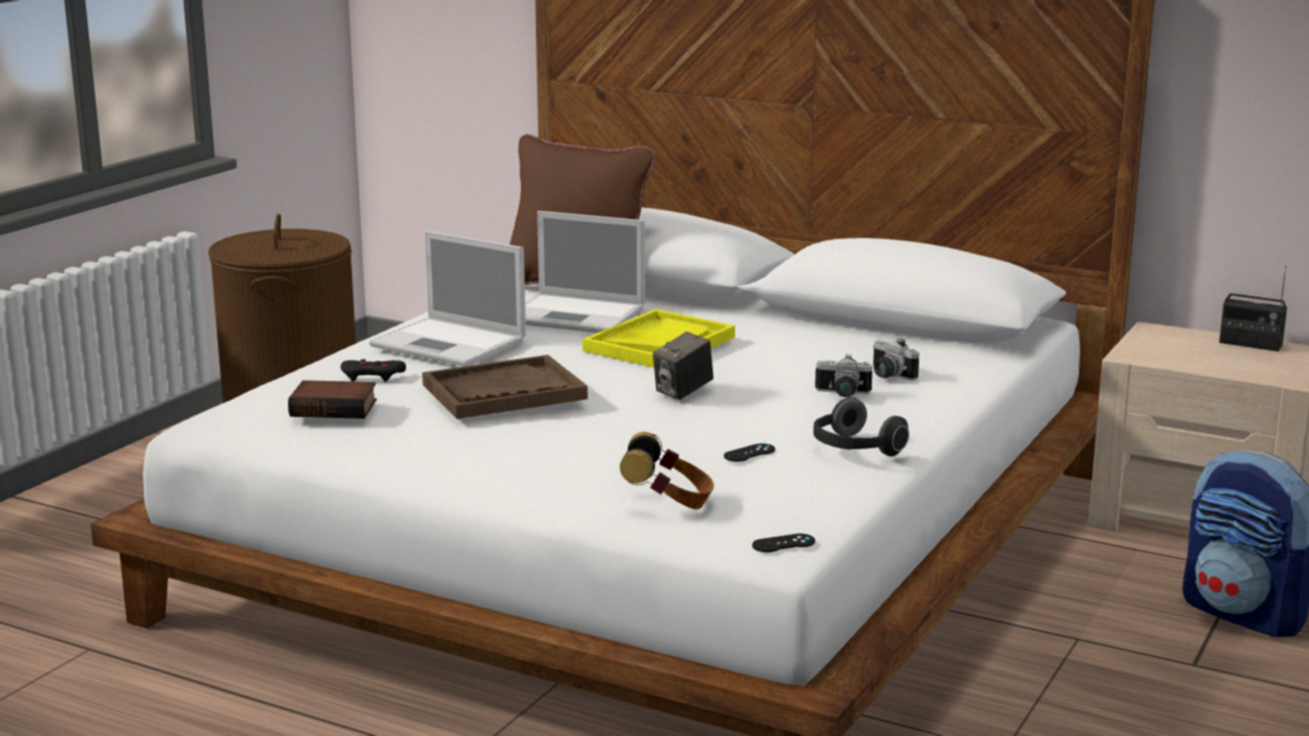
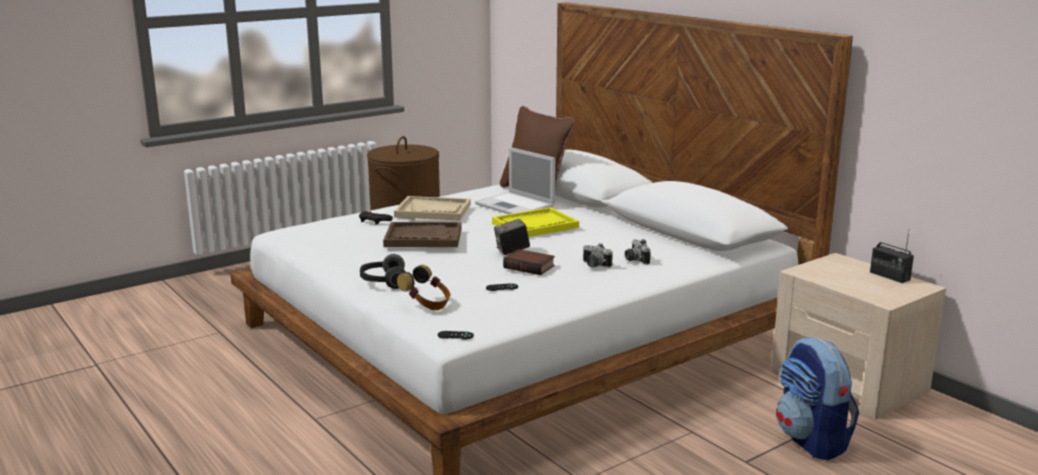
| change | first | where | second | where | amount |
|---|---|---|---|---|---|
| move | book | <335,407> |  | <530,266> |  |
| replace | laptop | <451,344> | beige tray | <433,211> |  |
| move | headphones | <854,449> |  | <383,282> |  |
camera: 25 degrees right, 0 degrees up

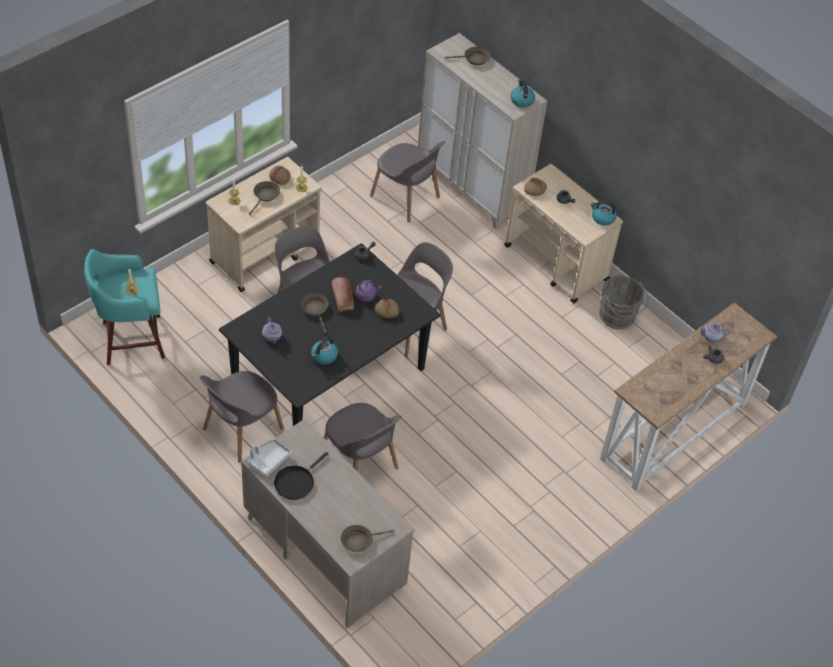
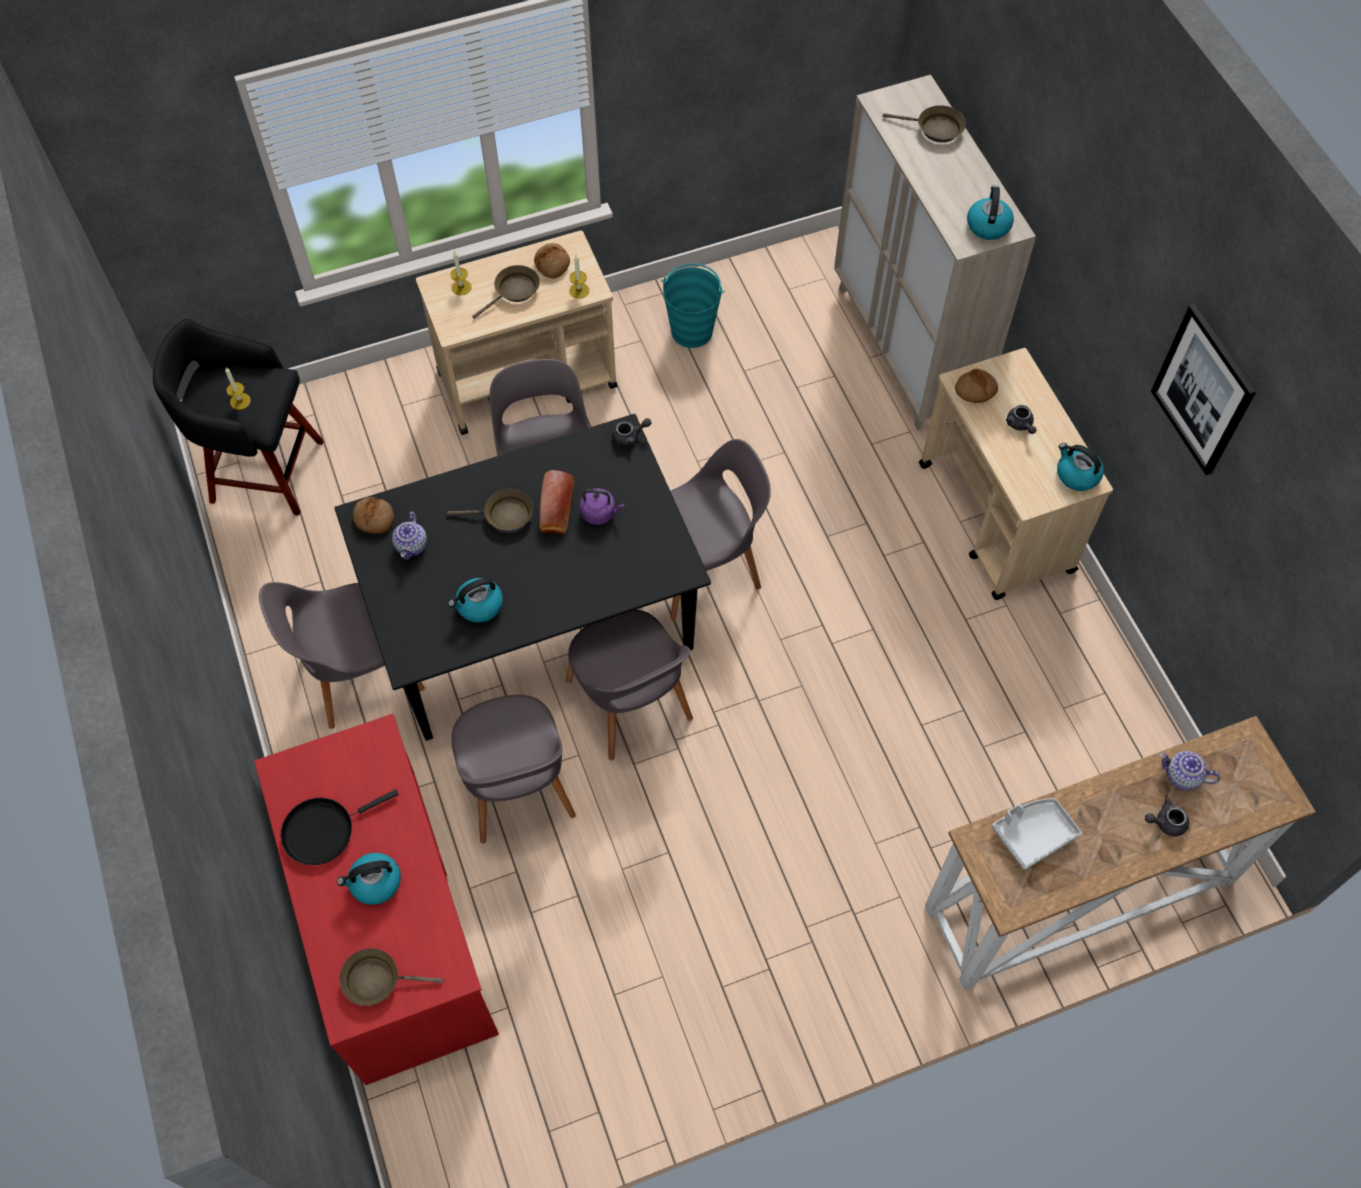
| change | first | where | second | where | amount |
|---|---|---|---|---|---|
| recolor | turquoise stool | <130,340> | black stool | <263,470> |  |
| recolor | beige desk | <323,549> | red desk | <392,926> |  |
| move | grey tray | <268,460> |  | <1033,833> |  |
| rotate | brown frying pan | <315,309> |  | <504,515> | 90 degrees clockwise |
| move | grey chair | <406,198> |  | <630,703> |  |
| move | bread | <387,311> |  | <374,518> |  |
| delete | grey bucket | <618,317> |  |  |  |
| insert |  |  | kettle | <375,883> |  |
| insert |  |  | turquoise bucket | <692,331> |  |
| insert |  |  | picture | <1203,390> |  |
camera: 25 degrees right, 10 degrees up

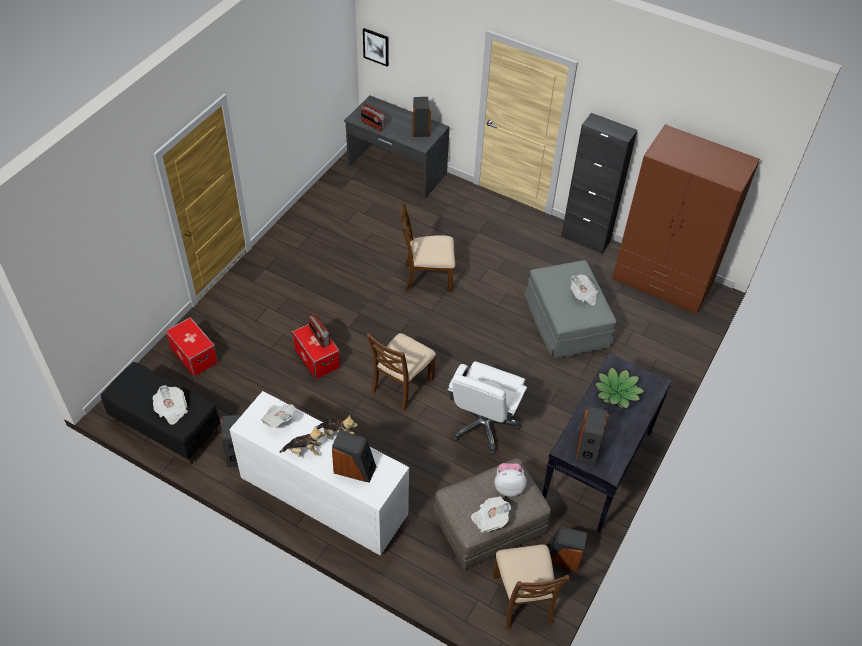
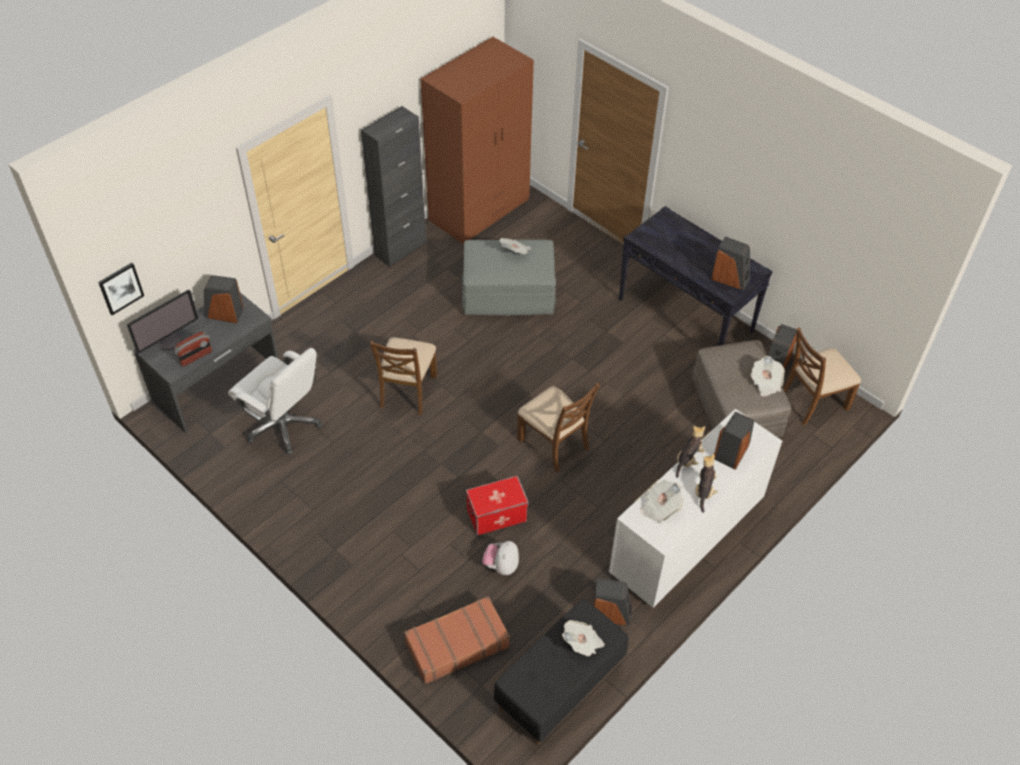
| change | first | where | second | where | amount |
|---|---|---|---|---|---|
| replace | storage box | <194,356> | brown suitcase | <456,644> |  |
| delete | radio | <319,337> |  |  |  |
| move | white office chair | <484,425> |  | <284,425> |  |
| rotate | brown chair | <523,598> |  | <813,401> | 150 degrees clockwise |
| move | plush toy | <508,486> |  | <501,566> |  |
| delete | potted plant | <617,392> |  |  |  |
| insert |  |  | monitor | <169,341> |  |
camera: 75 degrees left, 0 degrees up

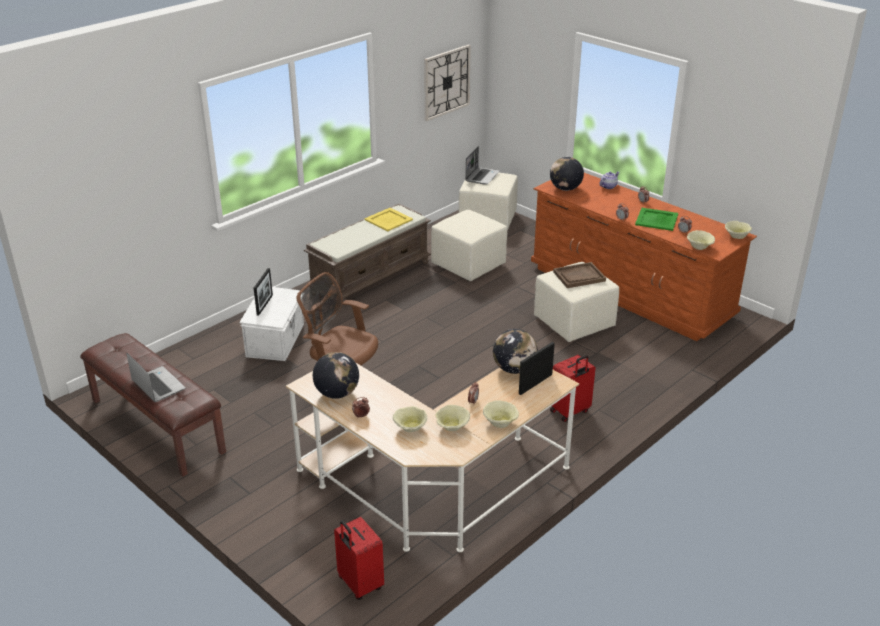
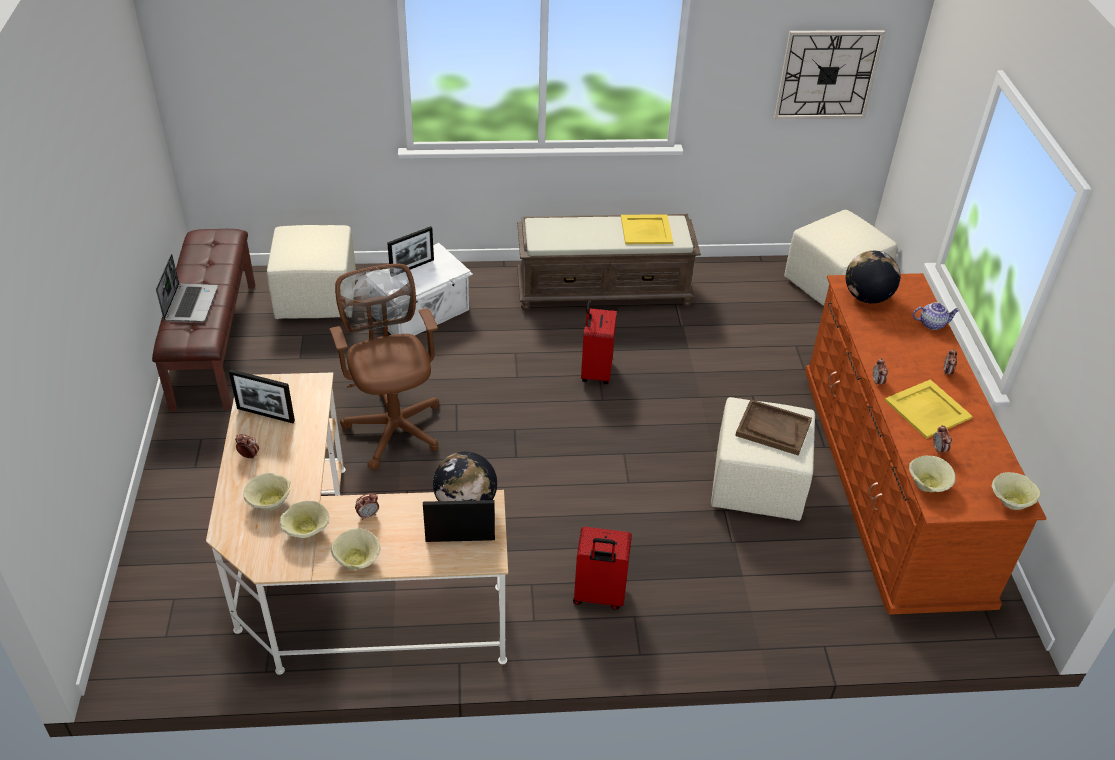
| change | first | where | second | where | amount |
|---|---|---|---|---|---|
| replace | globe | <337,393> | picture frame | <265,415> |  |
| move | red suitcase | <359,584> |  | <595,372> |  |
| move | beige ottoman | <467,265> |  | <316,297> |  |
| delete | laptop | <482,176> |  |  |  |
| recolor | green tray | <657,219> | yellow tray | <928,409> |  |
camera: 40 degrees right, 10 degrees up

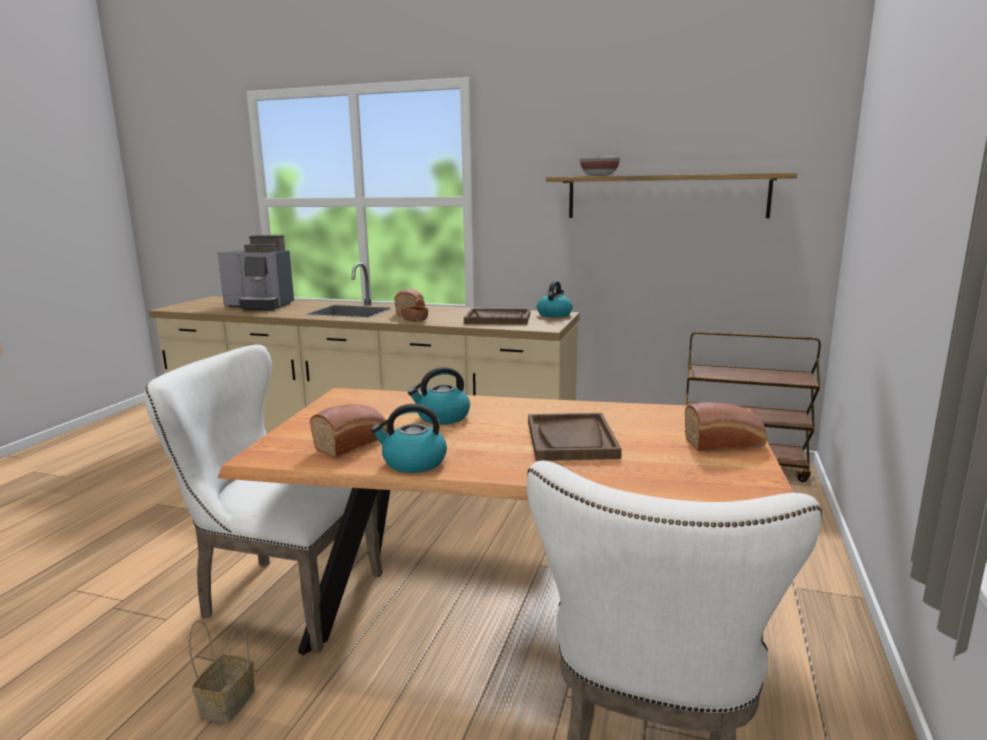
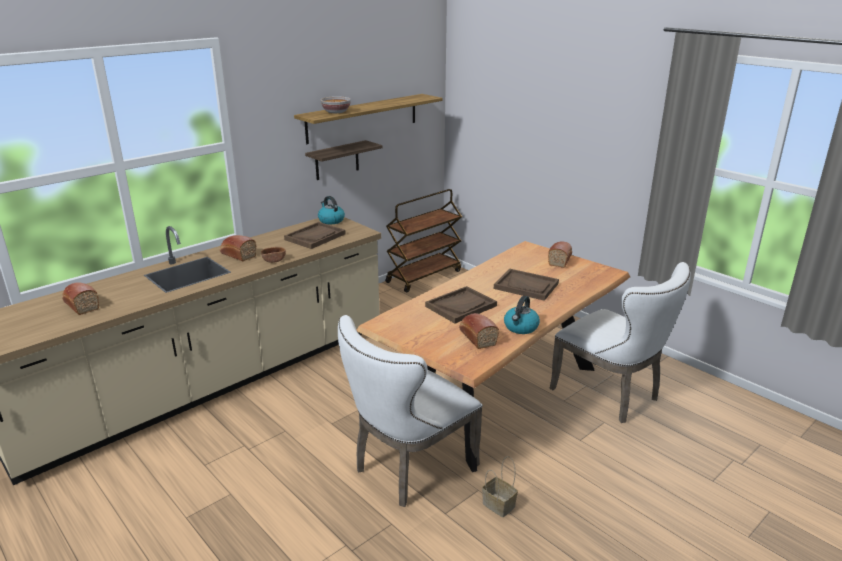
| change | first | where | second | where | amount |
|---|---|---|---|---|---|
| replace | coffee machine | <260,306> | bread | <80,305> |  |
| replace | kettle | <442,417> | brown tray | <461,306> |  |
| insert |  |  | shelf | <337,160> |  |
camera: 60 degrees left, 10 degrees up

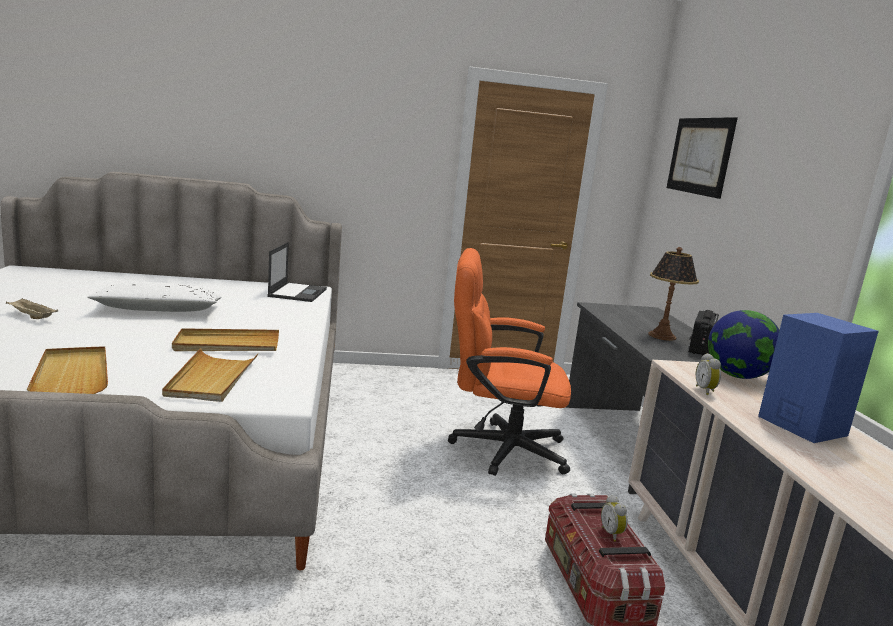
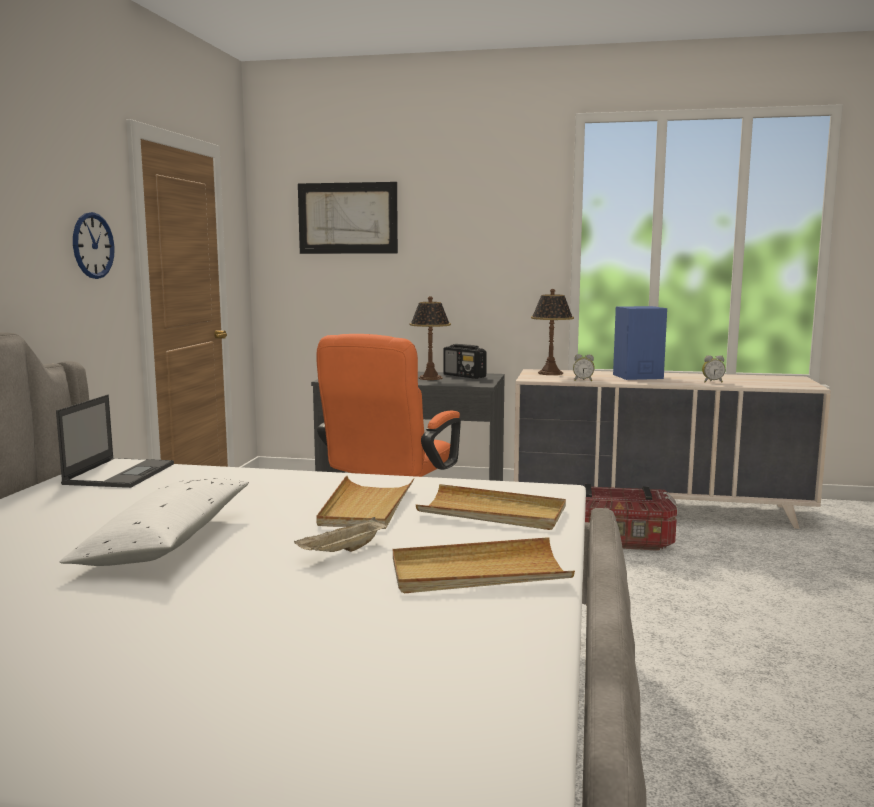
| change | first | where | second | where | amount |
|---|---|---|---|---|---|
| move | beige tray | <31,316> |  | <343,552> |  |
| rotate | laptop | <297,292> |  | <120,473> | 75 degrees clockwise |
| move | alarm clock | <612,534> |  | <712,382> |  |
| replace | globe | <737,376> | table lamp | <550,373> |  |
| insert |  |  | wall clock | <93,245> |  |
camera: 70 degrees left, 5 degrees down

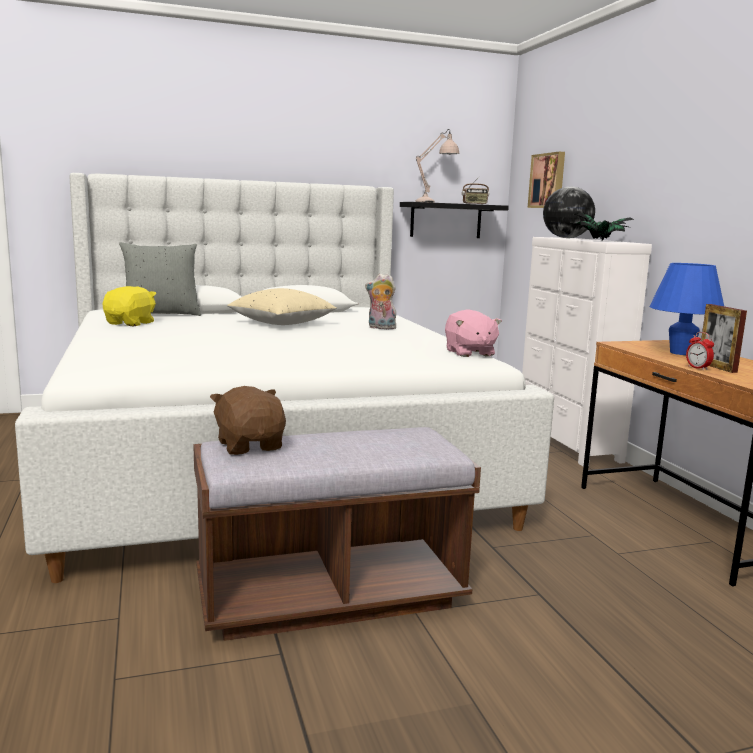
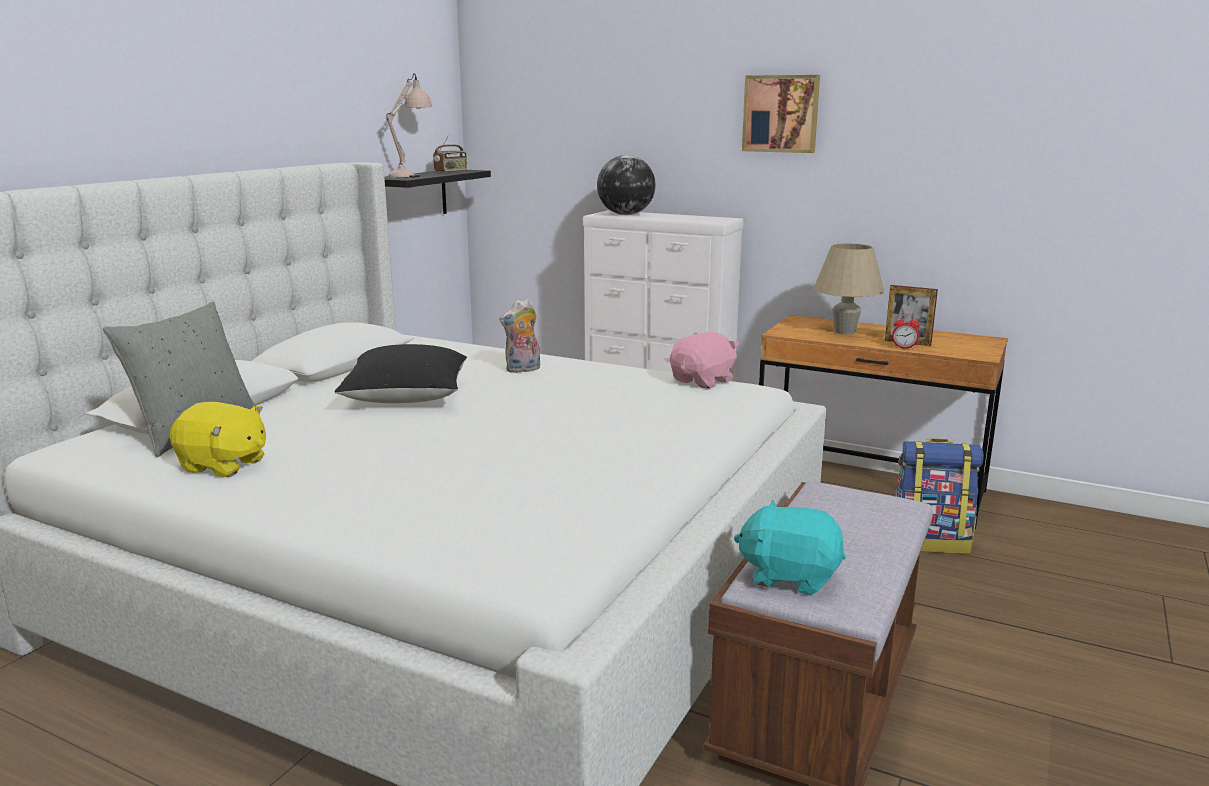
| change | first | where | second | where | amount |
|---|---|---|---|---|---|
| rotate | yellow plush toy | <131,323> |  | <223,465> | 135 degrees clockwise |
| recolor | brown plush toy | <250,446> | turquoise plush toy | <789,576> |  |
| recolor | beige pillow | <282,324> | black pillow | <406,397> |  |
| rotate | pink plush toy | <469,353> |  | <703,381> | 75 degrees counterclockwise |
| move | picture | <548,181> |  | <781,114> |  |
| delete | potted plant | <600,241> |  |  |  |
| recolor | blue table lamp | <681,353> | beige table lamp | <845,332> |  |
| insert |  |  | backpack | <930,541> |  |
camera: 45 degrees left, 5 degrees up

